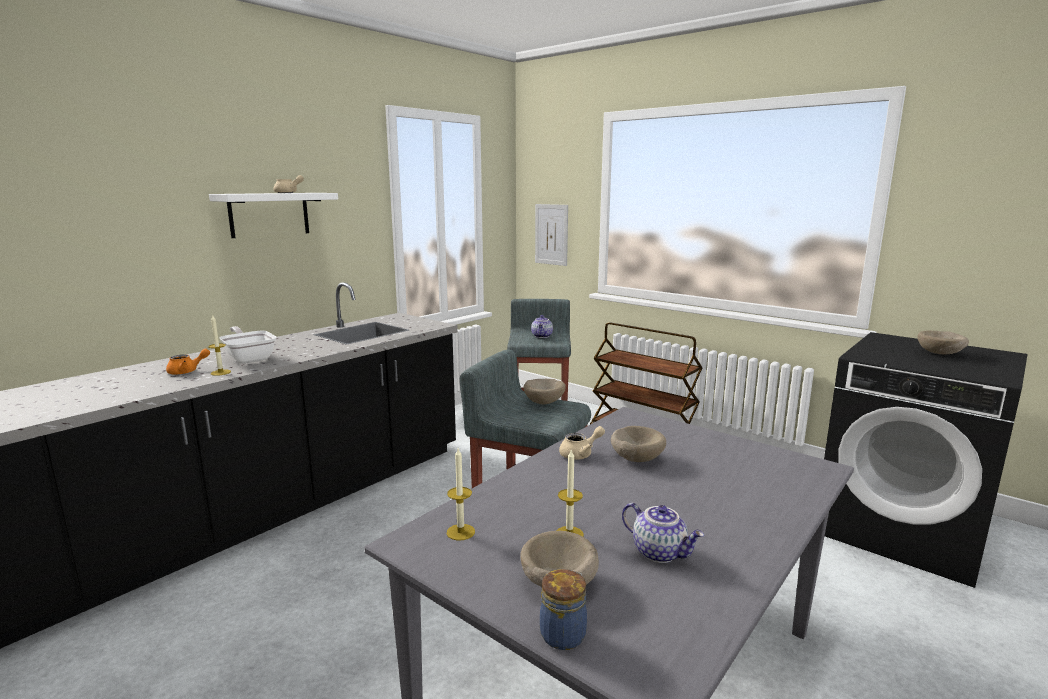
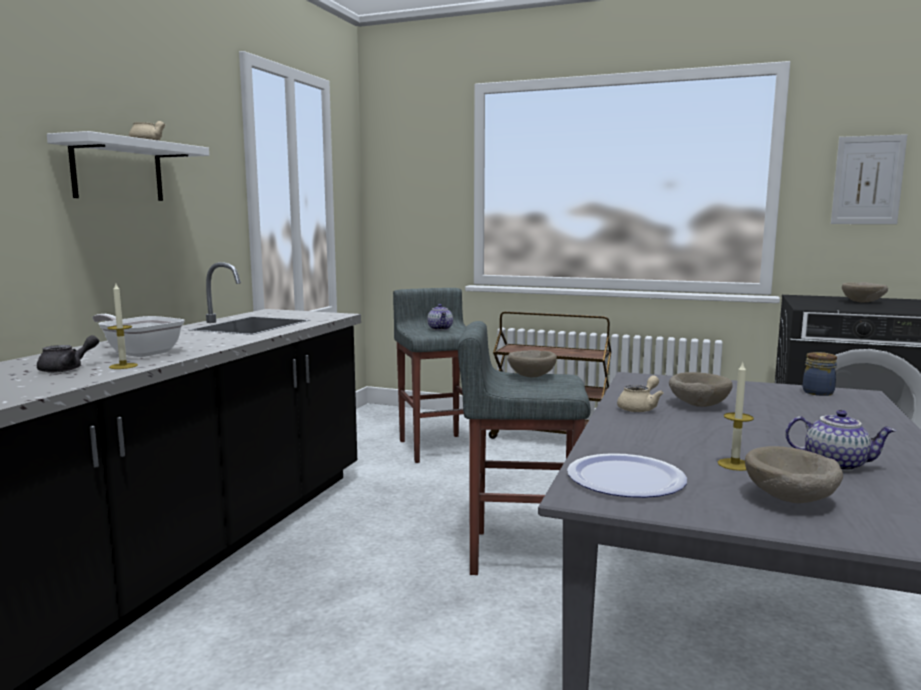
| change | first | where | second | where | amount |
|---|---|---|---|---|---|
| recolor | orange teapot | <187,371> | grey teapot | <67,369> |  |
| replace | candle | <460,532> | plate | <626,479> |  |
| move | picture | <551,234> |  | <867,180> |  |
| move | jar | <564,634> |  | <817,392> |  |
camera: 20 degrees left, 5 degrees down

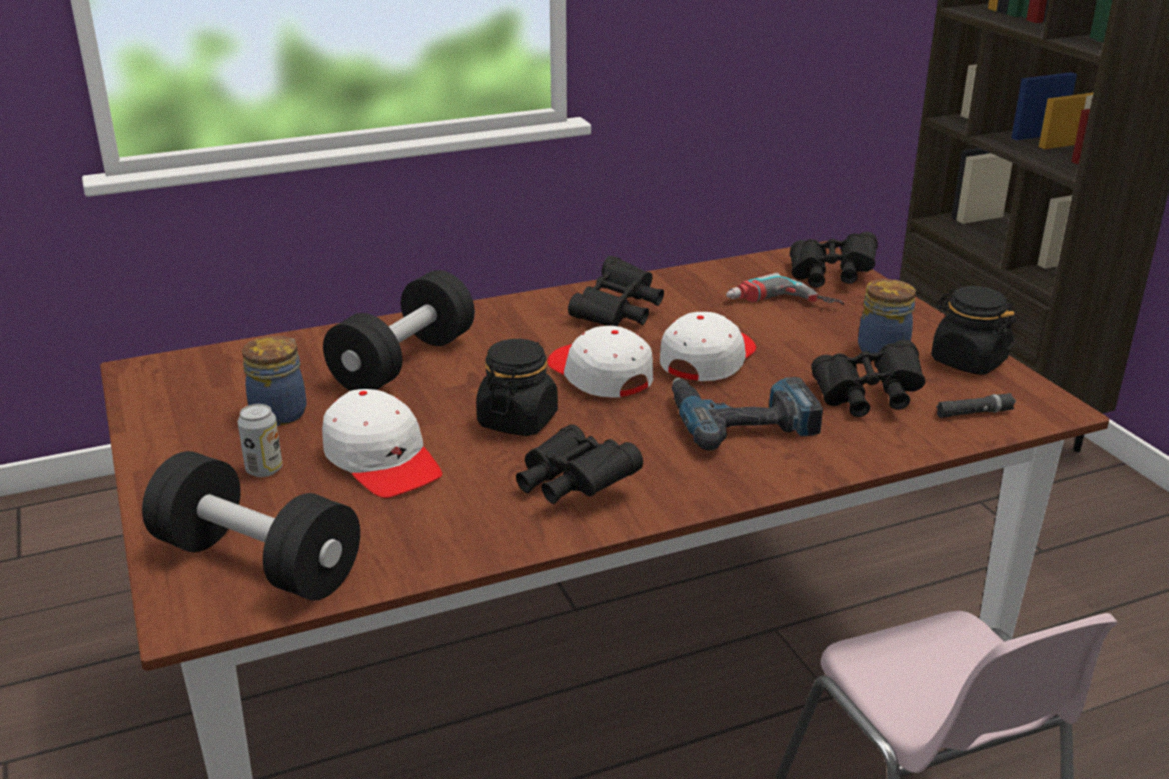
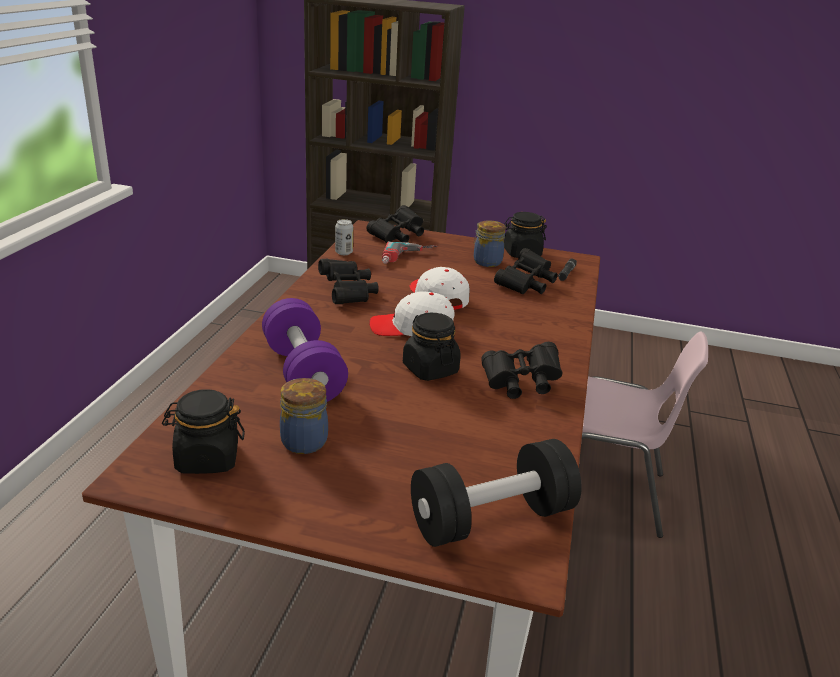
| change | first | where | second | where | amount |
|---|---|---|---|---|---|
| move | can | <264,469> |  | <344,252> |  |
| delete | white cap | <382,460> |  |  |  |
| recolor | black dumbbell | <404,362> | purple dumbbell | <303,373> |  |
| delete | power drill | <741,420> |  |  |  |
| insert |  |  | black jar | <207,458> |  |
camera: 55 degrees left, 0 degrees up

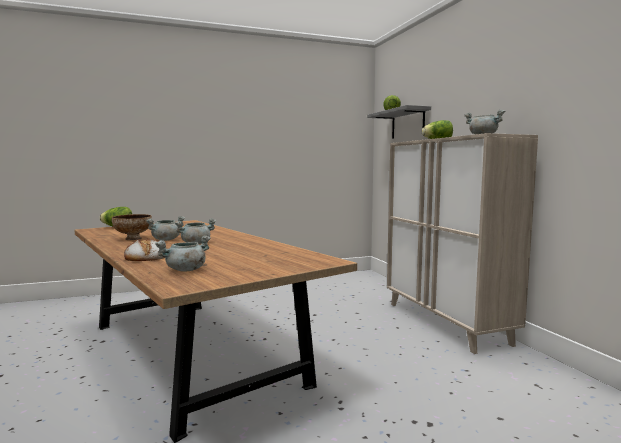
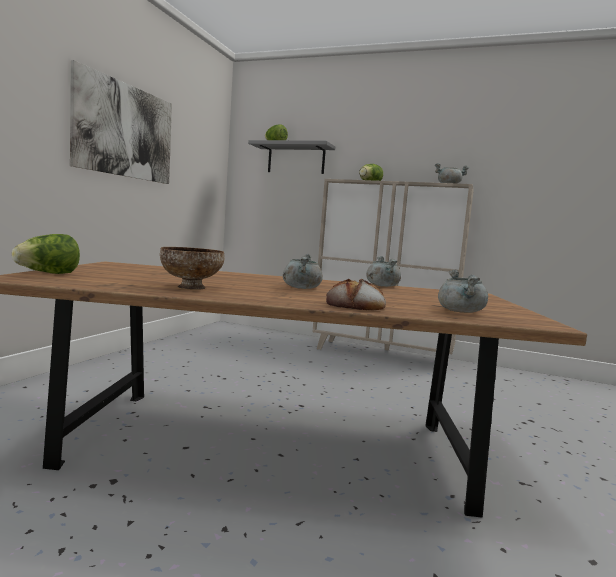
| change | first | where | second | where | amount |
|---|---|---|---|---|---|
| move | grey cooking pot | <166,240> |  | <382,286> |  |
| insert |  |  | picture | <125,131> |  |
camera: 50 degrees left, 0 degrees up

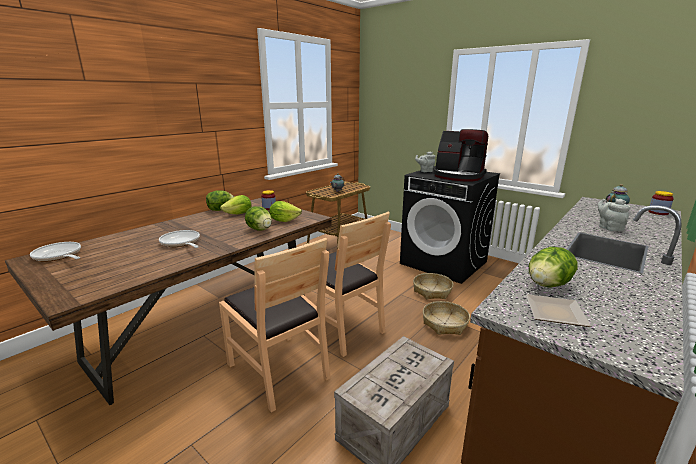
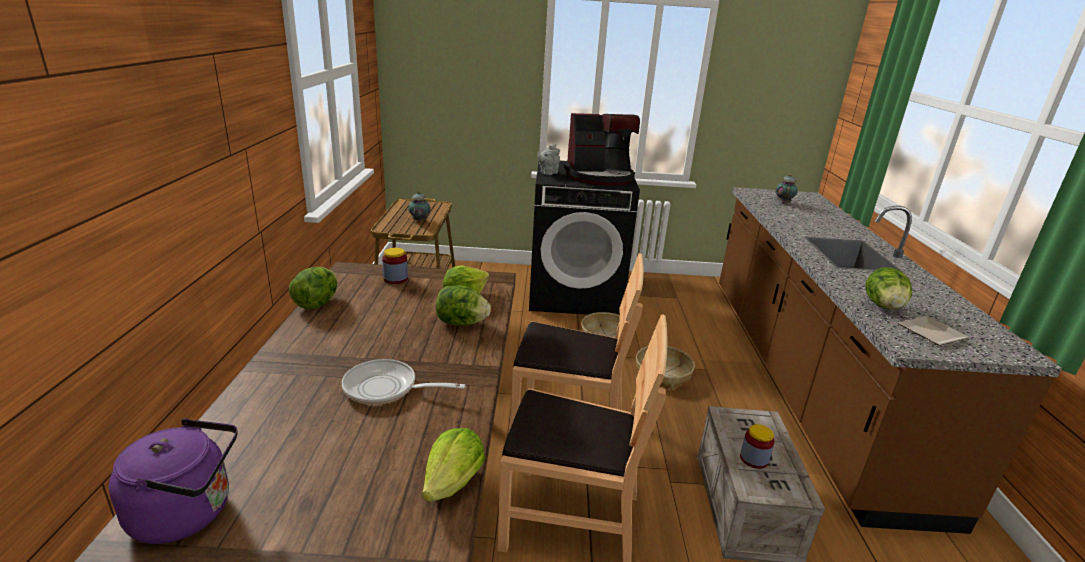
| change | first | where | second | where | amount |
|---|---|---|---|---|---|
| replace | frying pan | <59,256> | purple kettle | <188,512> |  |
| move | lettuce | <238,214> |  | <454,483> |  |
| delete | grey teapot | <609,227> |  |  |  |
| move | jar | <658,212> |  | <753,459> |  |
camera: 40 degrees left, 5 degrees up

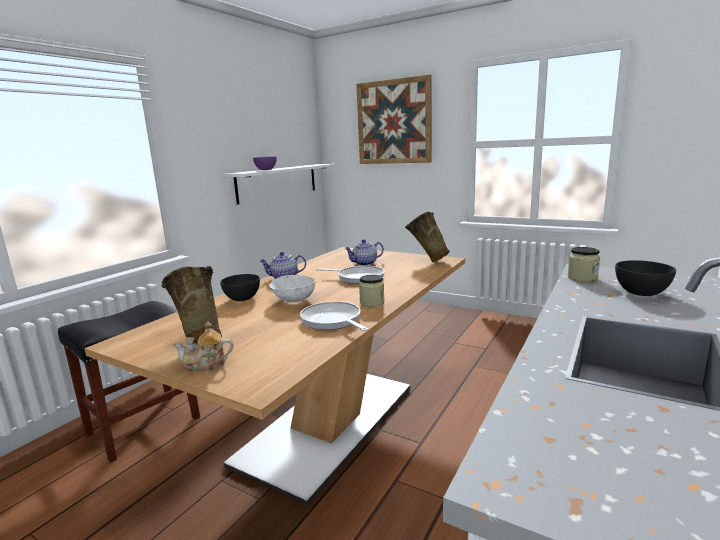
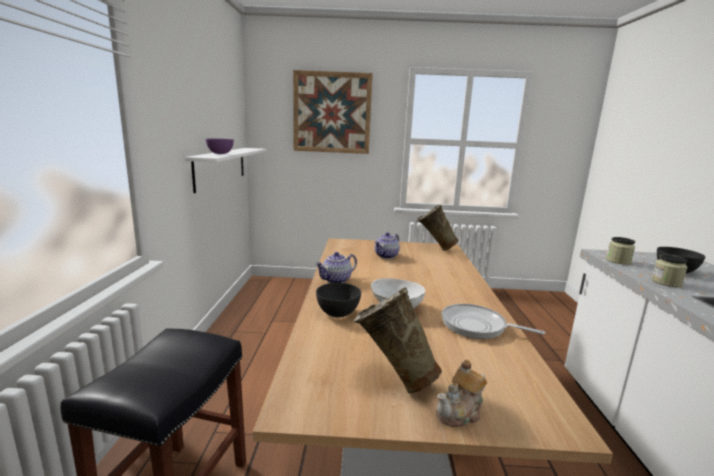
| change | first | where | second | where | amount |
|---|---|---|---|---|---|
| delete | frying pan | <358,277> |  |  |  |
| move | jar | <372,302> |  | <666,282> |  |
camera: 30 degrees left, 0 degrees up

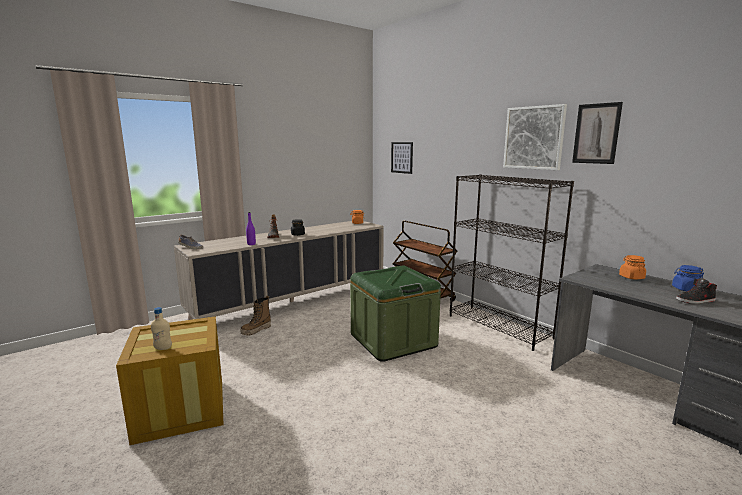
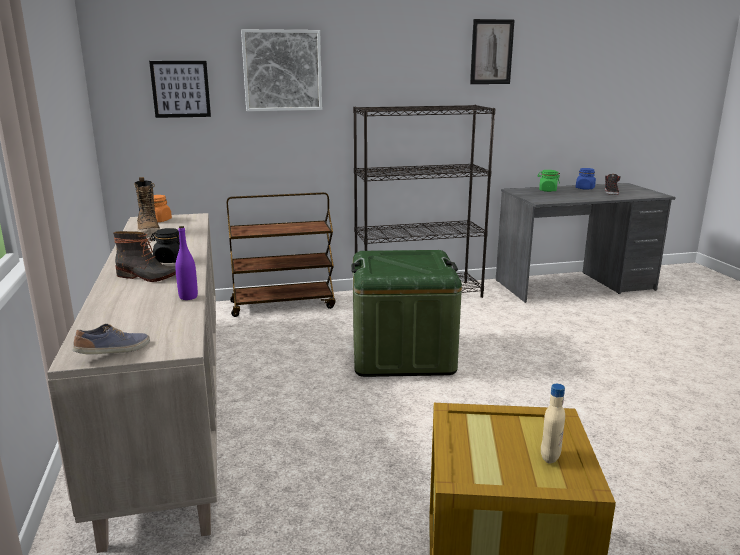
| change | first | where | second | where | amount |
|---|---|---|---|---|---|
| move | boot | <256,330> |  | <149,234> |  |
| move | picture | <534,138> |  | <282,70> |  |
| recolor | orange jar | <631,277> | green jar | <547,190> |  |
camera: 65 degrees left, 5 degrees up

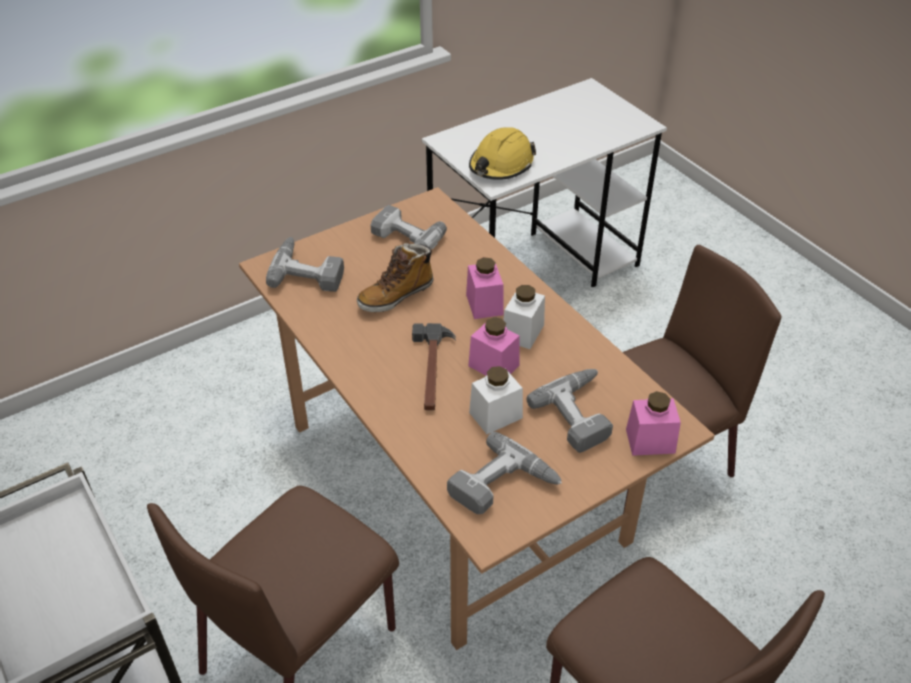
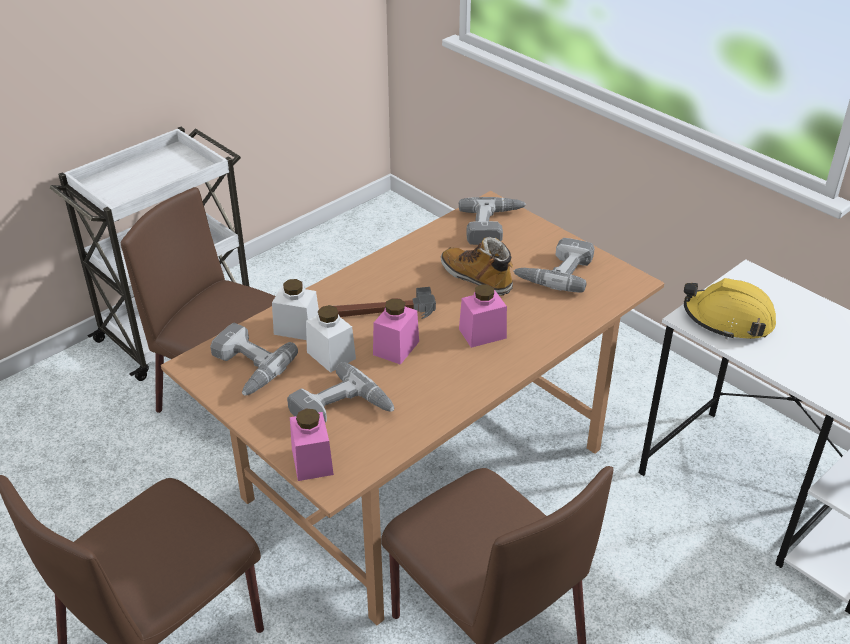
| change | first | where | second | where | amount |
|---|---|---|---|---|---|
| move | white jar | <522,332> |  | <297,328> |  |
camera: 80 degrees right, 5 degrees down

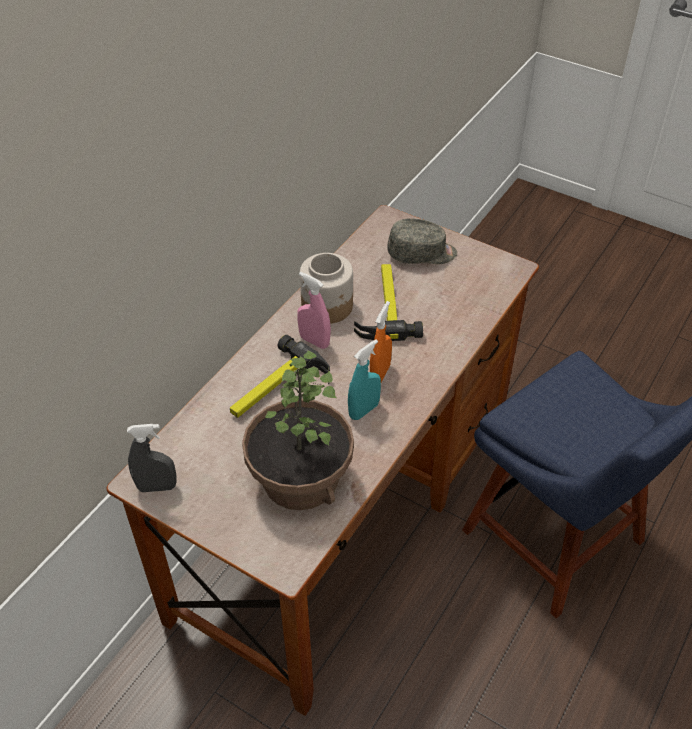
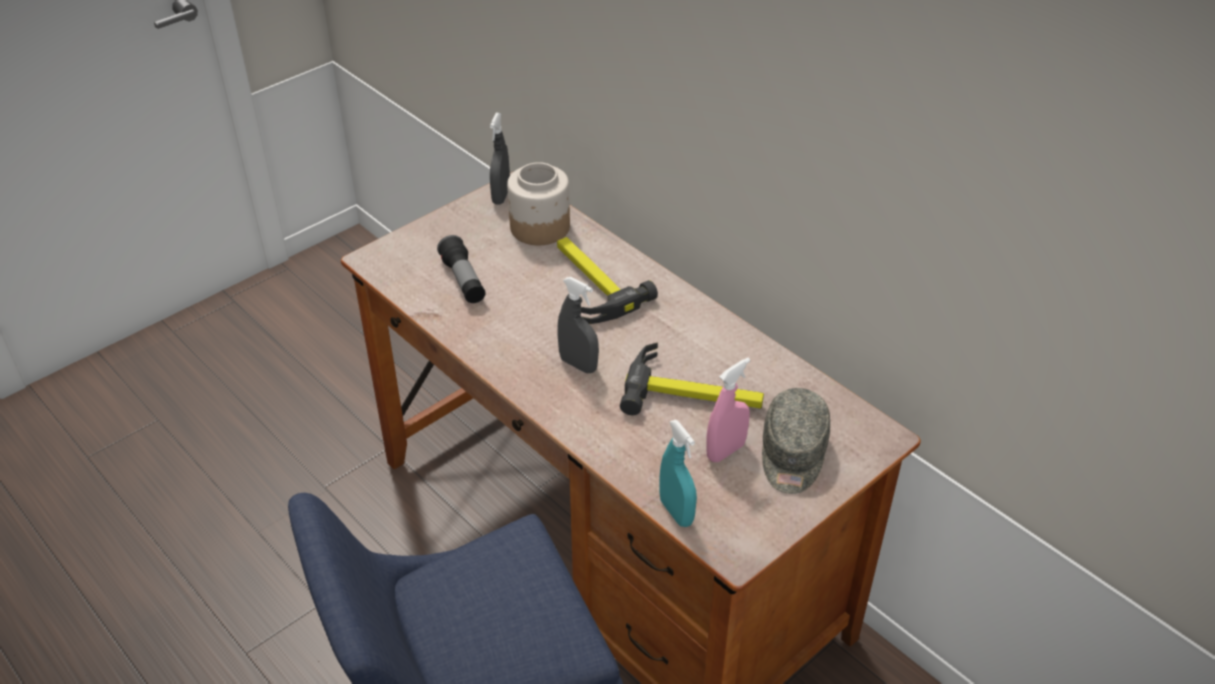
| change | first | where | second | where | amount |
|---|---|---|---|---|---|
| replace | potted plant | <299,479> | flashlight | <463,280> |  |
| move | pink spray bottle | <314,341> |  | <725,451> |  |
| move | jar | <328,306> |  | <539,228> |  |
| move | turquoise spray bottle | <364,410> |  | <676,512> |  |
| recolor | orange spray bottle | <380,374> | grey spray bottle | <578,364> |  |
camera: 105 degrees right, 5 degrees down

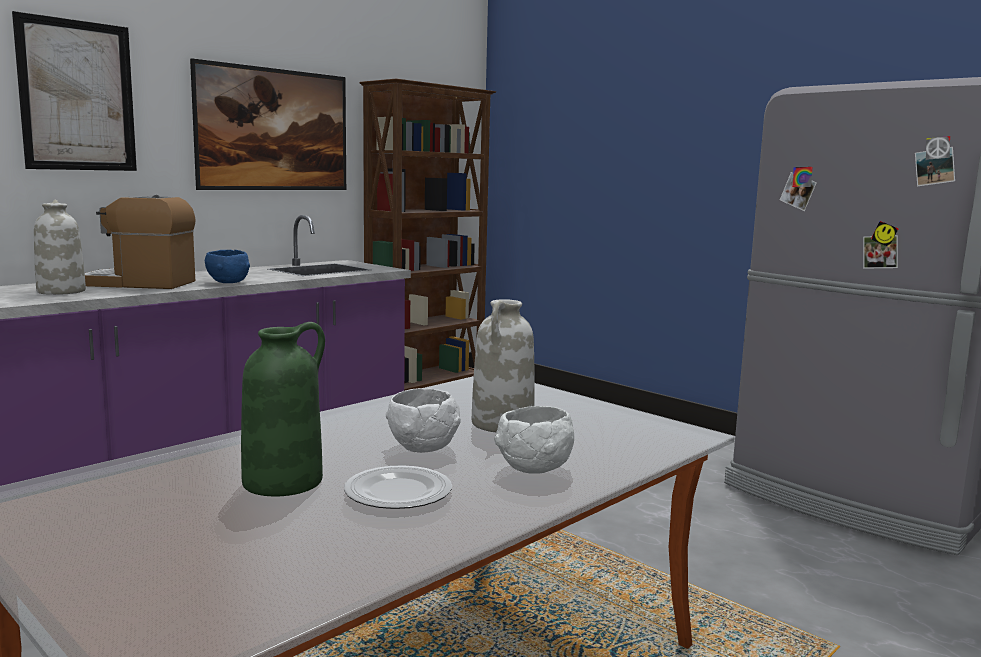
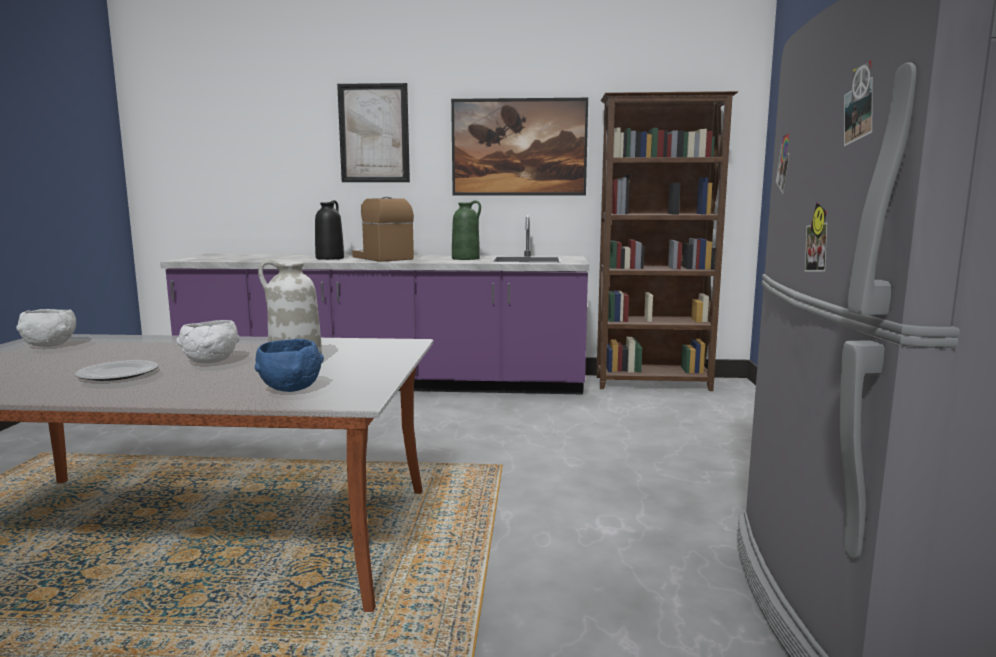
| change | first | where | second | where | amount |
|---|---|---|---|---|---|
| recolor | white vase | <61,291> | black vase | <330,258> |  |
| move | blue bowl | <228,282> |  | <290,389> |  |
| move | green vase | <283,481> |  | <466,258> |  |
| move | white bowl | <535,469> |  | <50,345> |  |
camera: 50 degrees right, 0 degrees up

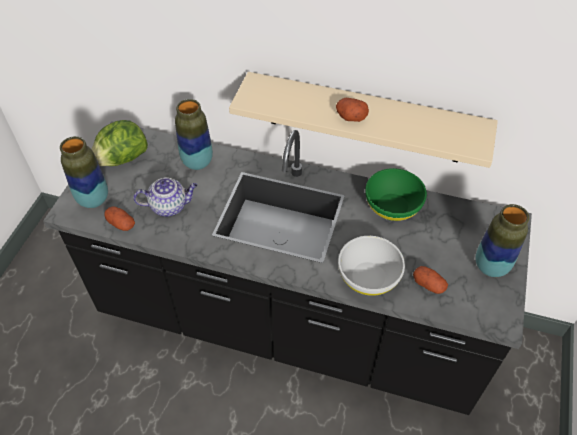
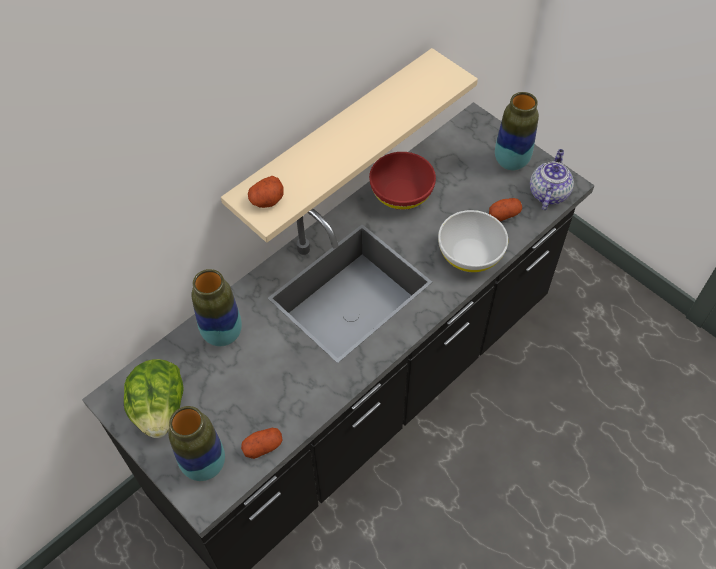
| change | first | where | second | where | amount |
|---|---|---|---|---|---|
| move | teapot | <170,206> |  | <548,193> |  |
| move | potato | <350,117> |  | <267,200> |  |
| recolor | green bowl | <392,206> | red bowl | <401,194> |  |
camera: 60 degrees left, 5 degrees up

